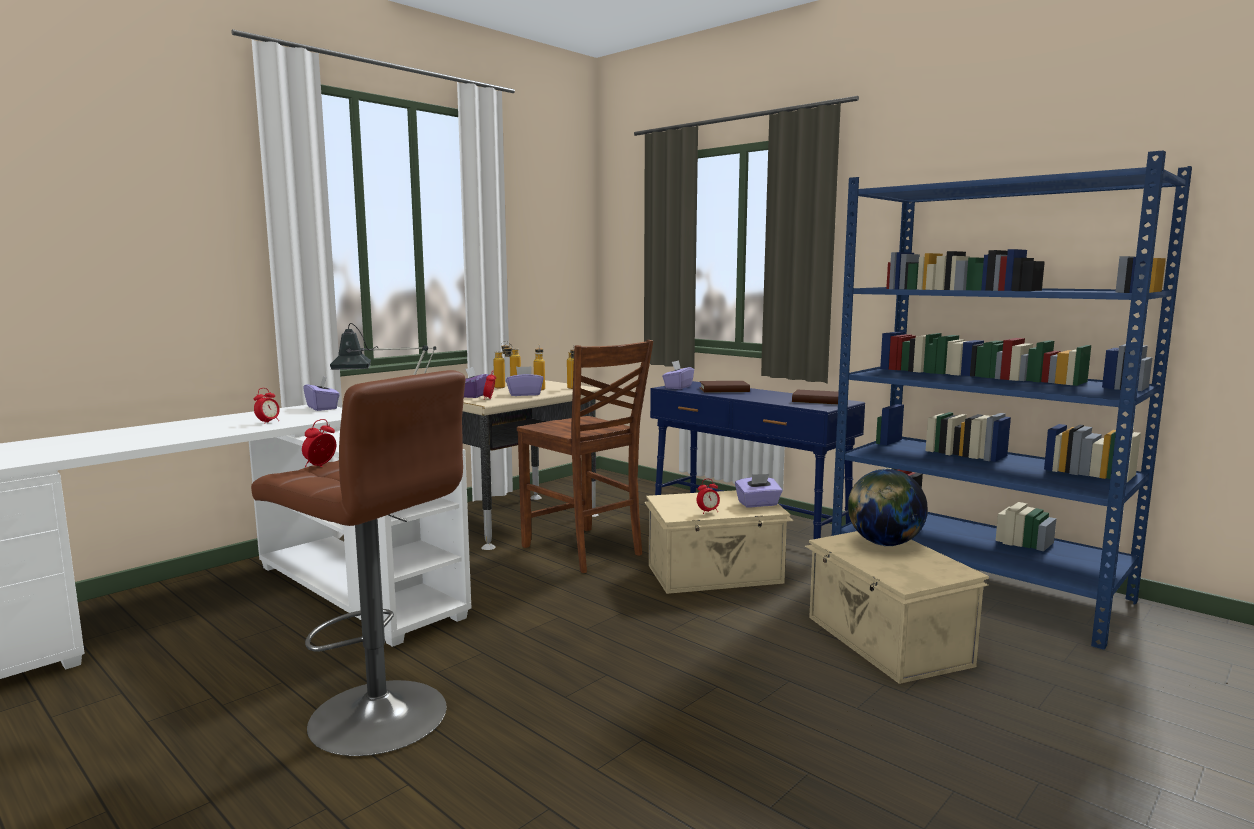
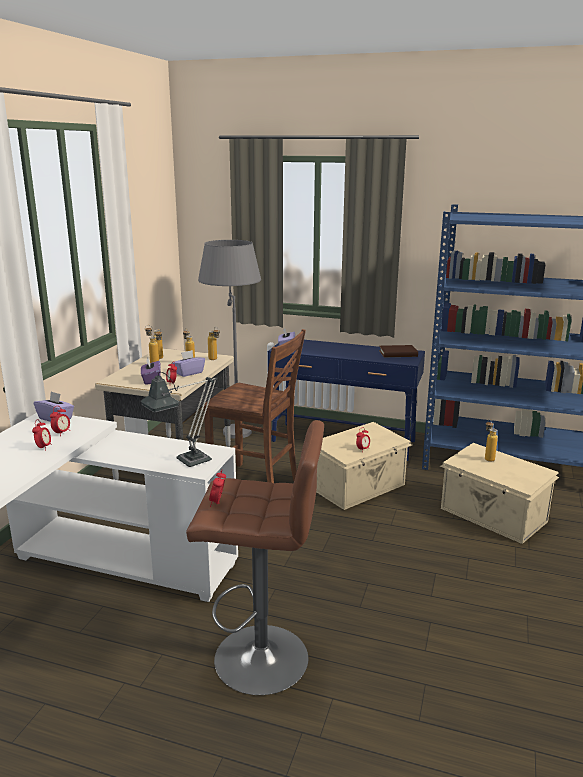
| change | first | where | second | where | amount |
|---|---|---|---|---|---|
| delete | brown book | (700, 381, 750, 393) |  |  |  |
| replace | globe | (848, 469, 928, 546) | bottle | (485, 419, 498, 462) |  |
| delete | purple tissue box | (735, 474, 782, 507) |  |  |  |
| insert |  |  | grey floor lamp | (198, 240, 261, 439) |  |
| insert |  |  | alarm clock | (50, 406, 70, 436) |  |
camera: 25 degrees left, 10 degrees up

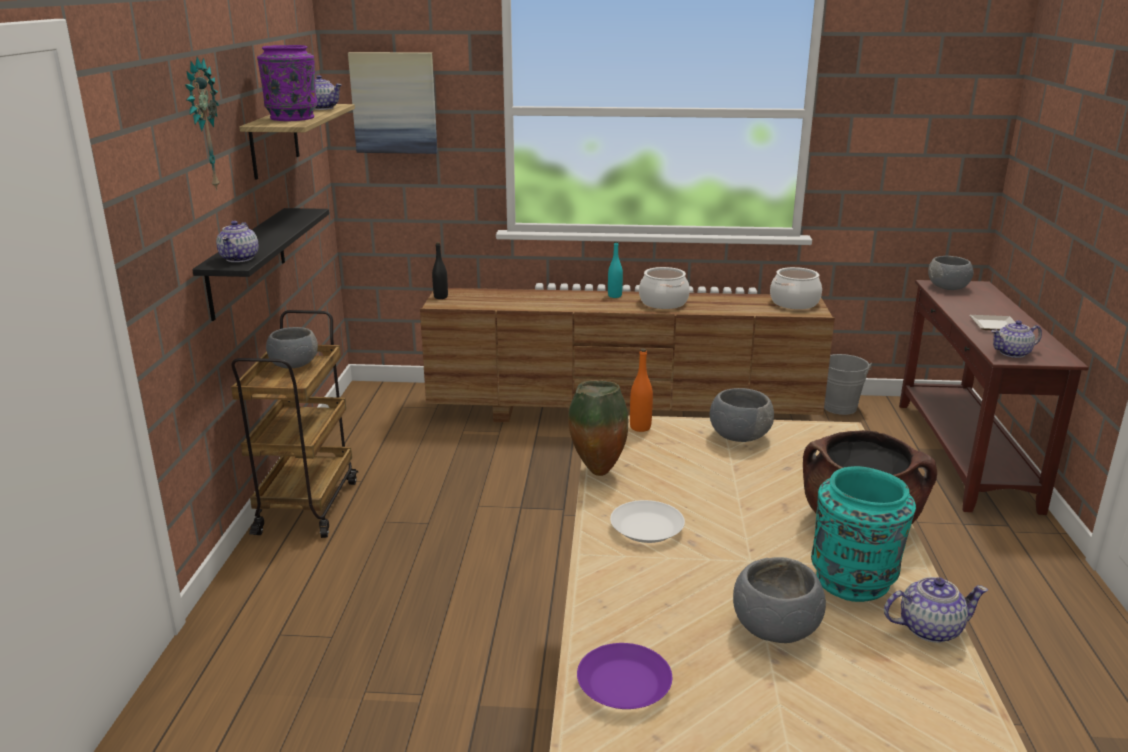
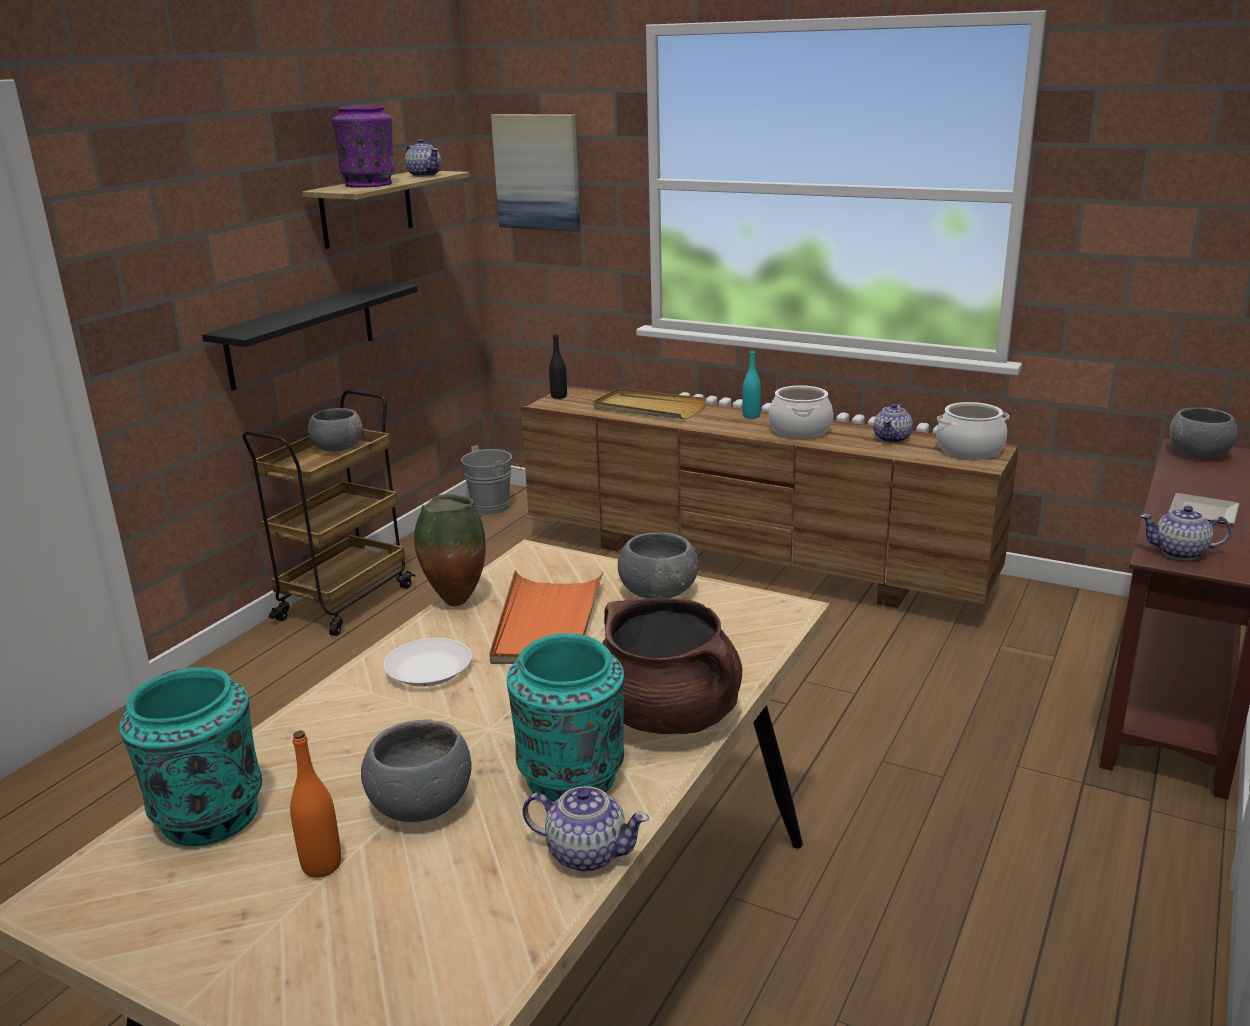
| change | first | where | second | where | amount |
|---|---|---|---|---|---|
| delete | wall clock | (185, 57, 220, 191) |  |  |  |
| move | teapot | (216, 221, 259, 262) |  | (874, 403, 913, 443) |  |
| move | orange bottle | (630, 348, 653, 432) |  | (290, 730, 341, 878) |  |
| move | grey bucket | (824, 354, 872, 415) |  | (461, 445, 522, 516) |  |
| replace | purple plate | (577, 643, 672, 709) | turquoise vase | (119, 667, 262, 846) |  |
| insert |  |  | beige tray | (593, 388, 707, 420) |  |
| insert |  |  | orange tray | (489, 570, 603, 664) |  |
camera: 25 degrees right, 0 degrees up

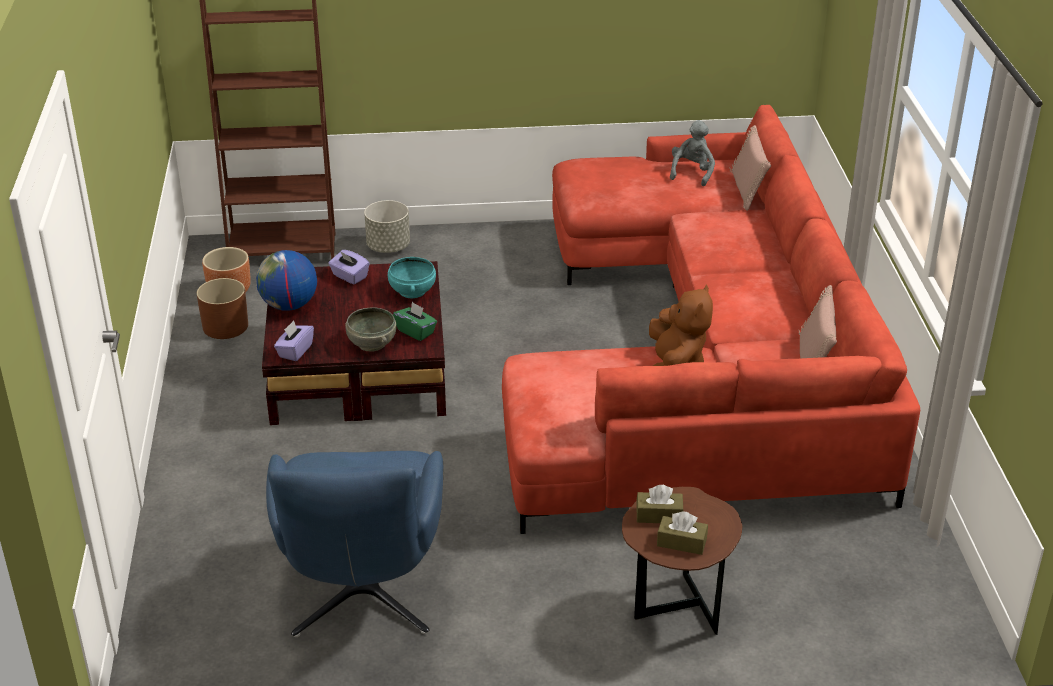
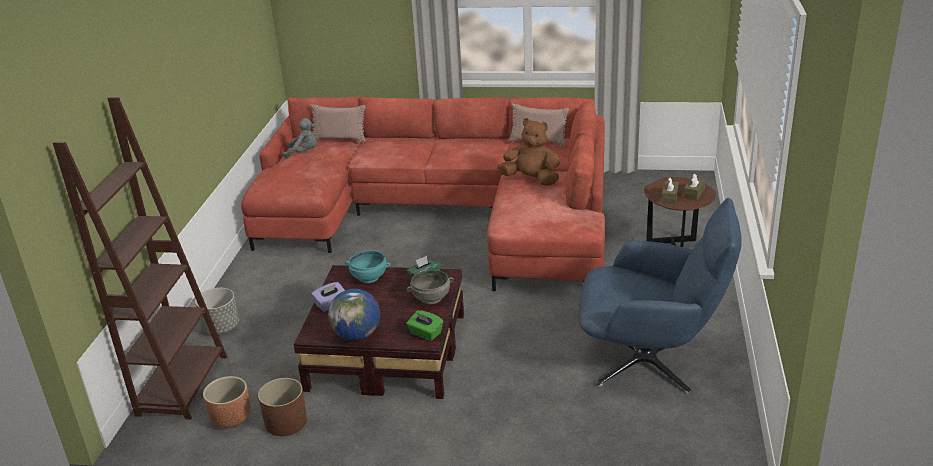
| change | first | where | second | where | amount |
|---|---|---|---|---|---|
| rotate | grey plush toy | (670, 120, 715, 186) |  | (283, 118, 317, 159) | 150 degrees clockwise |
| recolor | purple tissue box | (274, 321, 314, 361) | green tissue box | (407, 310, 443, 341) |  |
camera: 75 degrees left, 5 degrees down

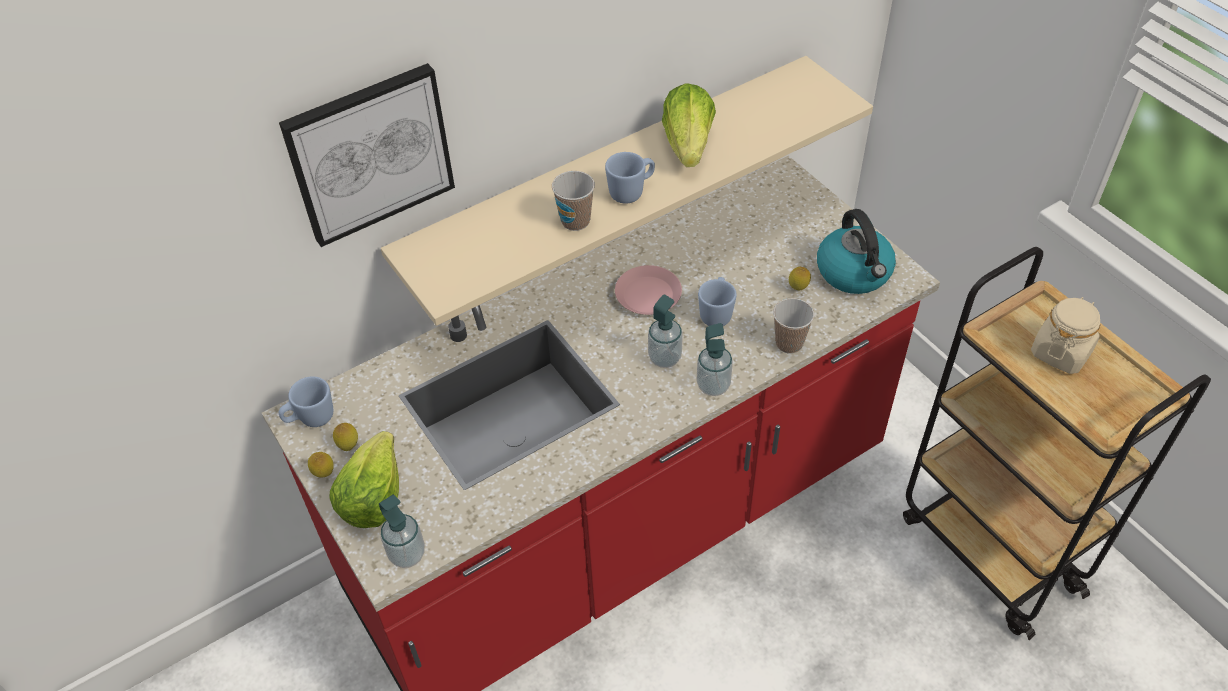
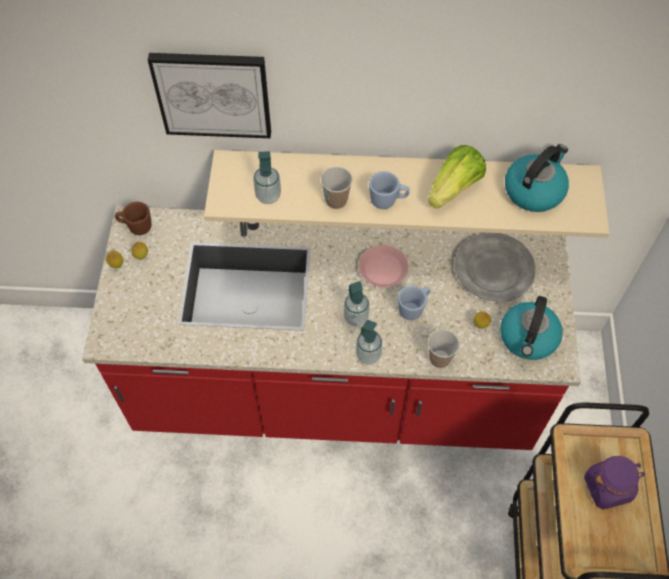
| change | first | where | second | where | amount |
|---|---|---|---|---|---|
| recolor | beige jar | (1031, 297, 1100, 374) | purple jar | (584, 456, 645, 510) |  |
| recolor | blue mug | (279, 376, 333, 427) | brown mug | (115, 202, 151, 235) |  |
| delete | lettuce | (329, 431, 399, 528) |  |  |  |
| move | soap dispenser | (379, 494, 425, 568) |  | (253, 151, 281, 204) |  |
| insert |  |  | kettle | (505, 144, 569, 212) |  |
| insert |  |  | grey plate | (455, 233, 536, 302) |  |
camera: 35 degrees right, 10 degrees up

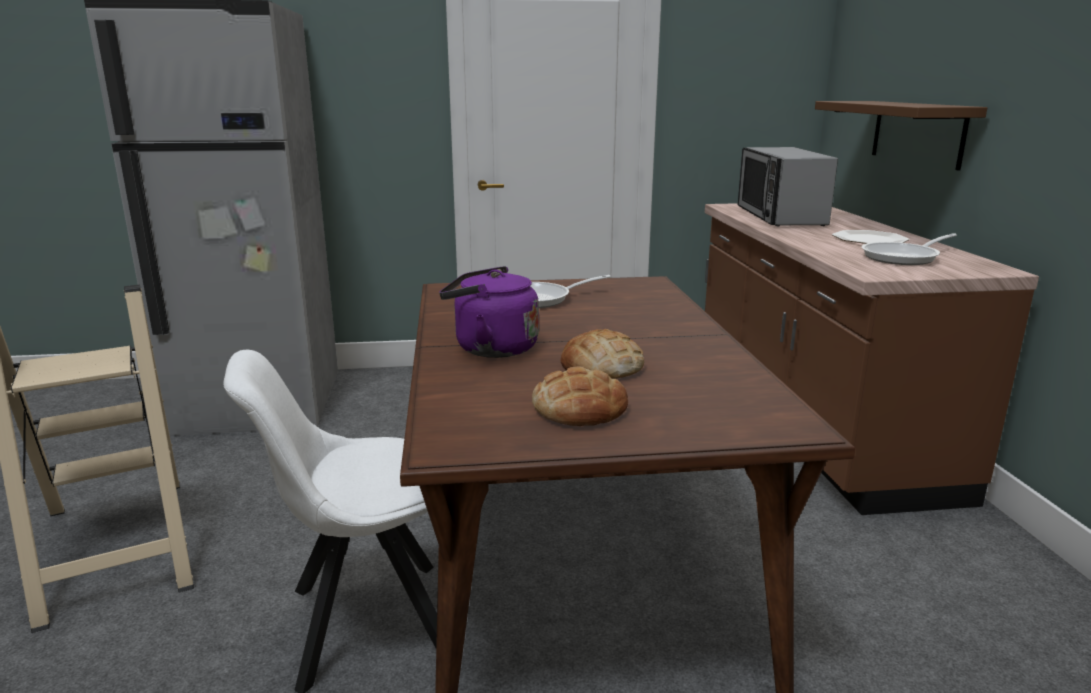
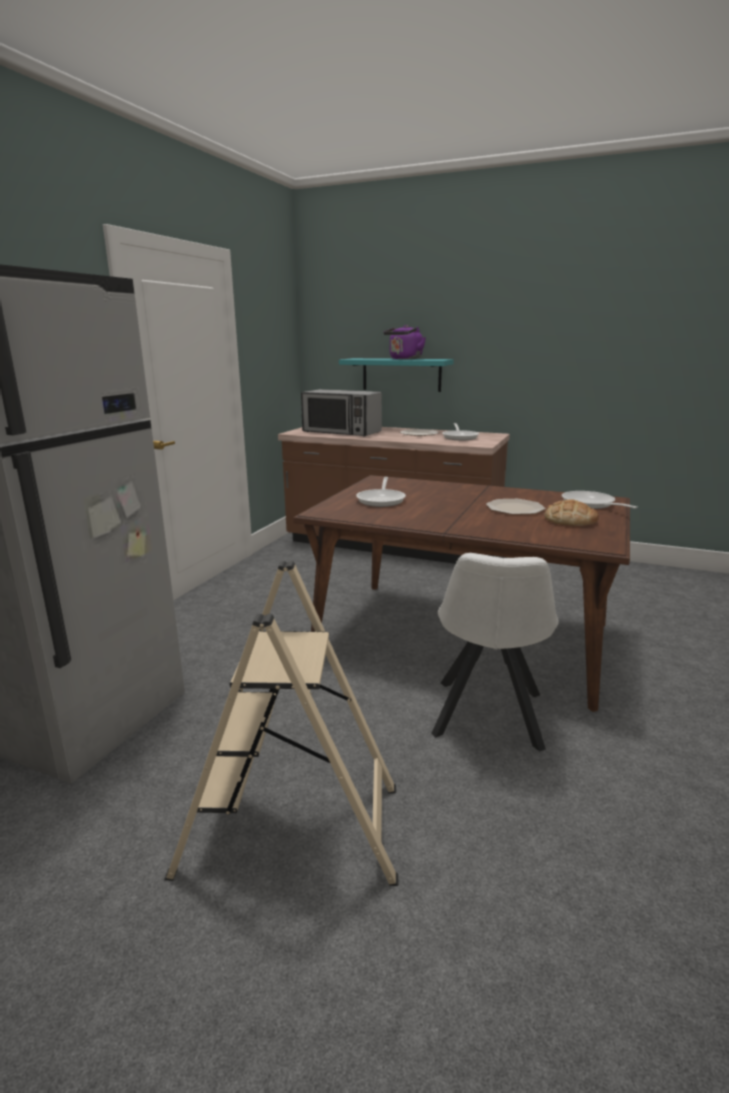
| change | first | where | second | where | amount |
|---|---|---|---|---|---|
| recolor | brown shelf | (815, 101, 987, 171) | turquoise shelf | (339, 358, 454, 392) |  |
| move | purple kettle | (439, 266, 539, 358) |  | (383, 325, 426, 359) |  |
| replace | bread | (561, 329, 644, 379) | plate | (486, 499, 546, 515) |  |
| insert |  |  | frying pan | (562, 491, 638, 509) |  |
camera: 60 degrees left, 0 degrees up

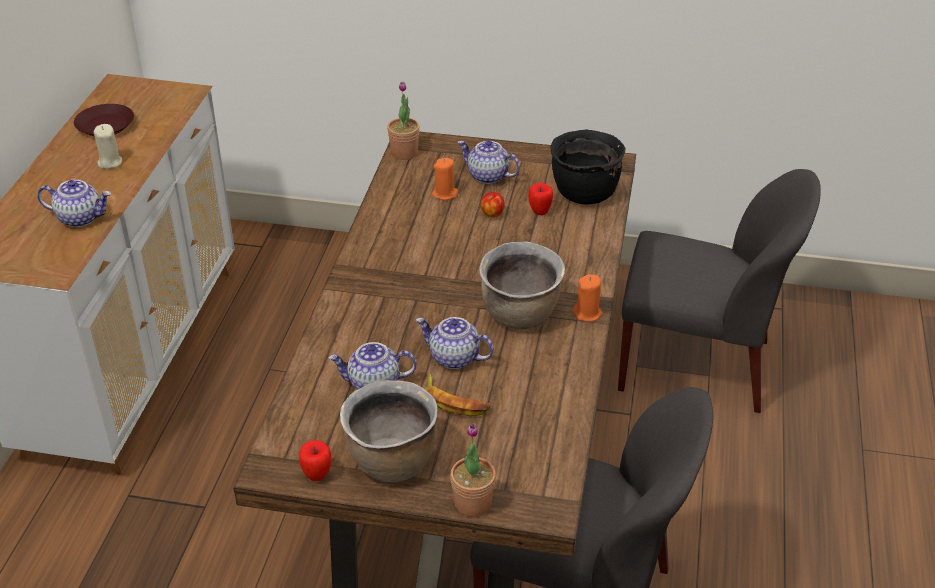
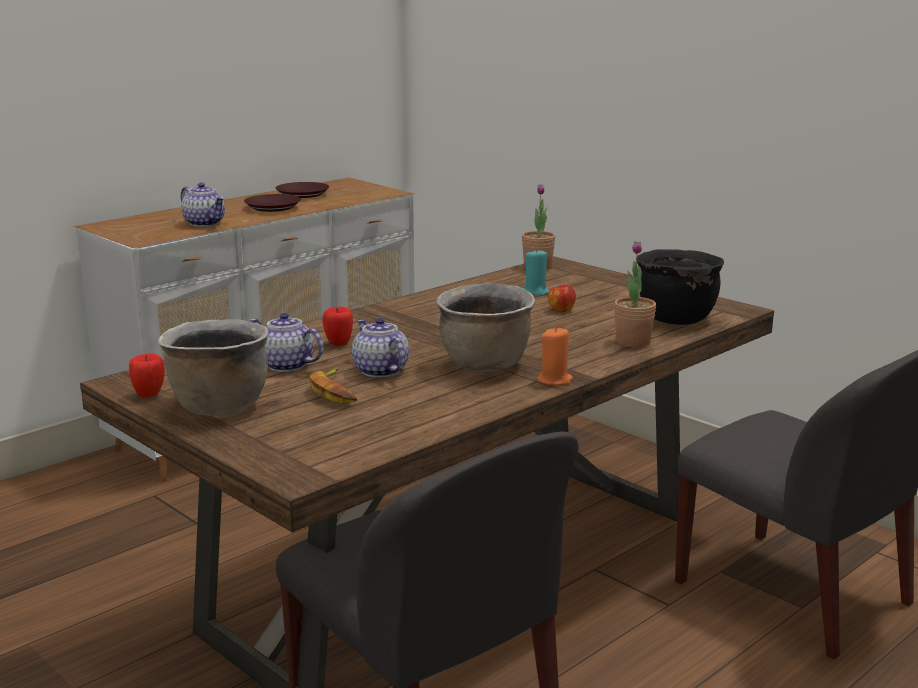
| change | first | where | second | where | amount |
|---|---|---|---|---|---|
| replace | beige candle | (94, 124, 122, 169) | brown plate | (244, 194, 301, 212) |  |
| delete | teapot | (458, 140, 520, 184) |  |  |  |
| recolor | orange candle | (432, 158, 458, 200) | turquoise candle | (523, 249, 550, 296) |  |
| move | apple | (528, 183, 553, 215) |  | (322, 306, 353, 346) |  |
| move | potted plant | (450, 423, 496, 517) |  | (614, 241, 656, 347) |  |
camera: 35 degrees right, 20 degrees down

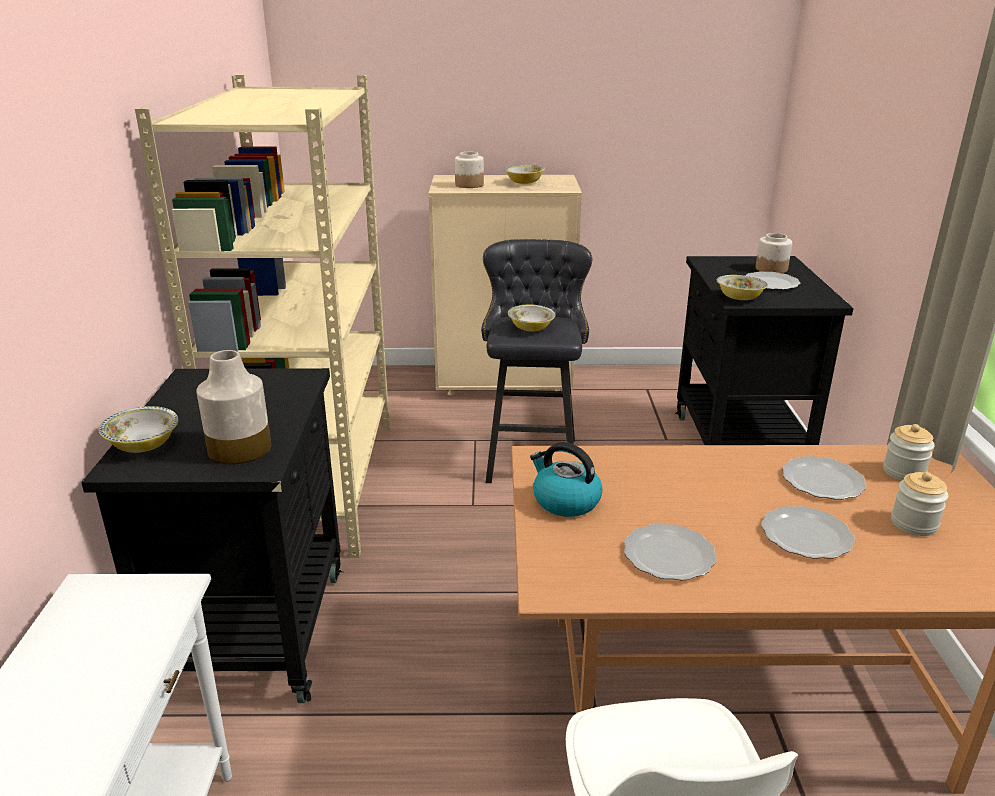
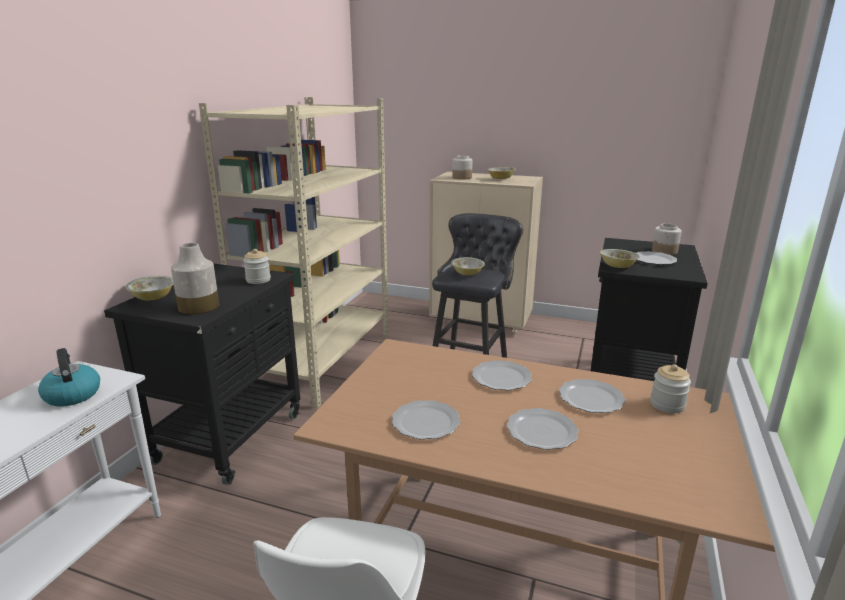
| change | first | where | second | where | amount |
|---|---|---|---|---|---|
| move | kettle | (530, 442, 603, 517) |  | (38, 348, 100, 407) |  |
| move | jar | (891, 472, 948, 536) |  | (243, 249, 271, 284) |  |
| insert |  |  | plate | (472, 360, 532, 390) |  |
camera: 20 degrees right, 5 degrees down

